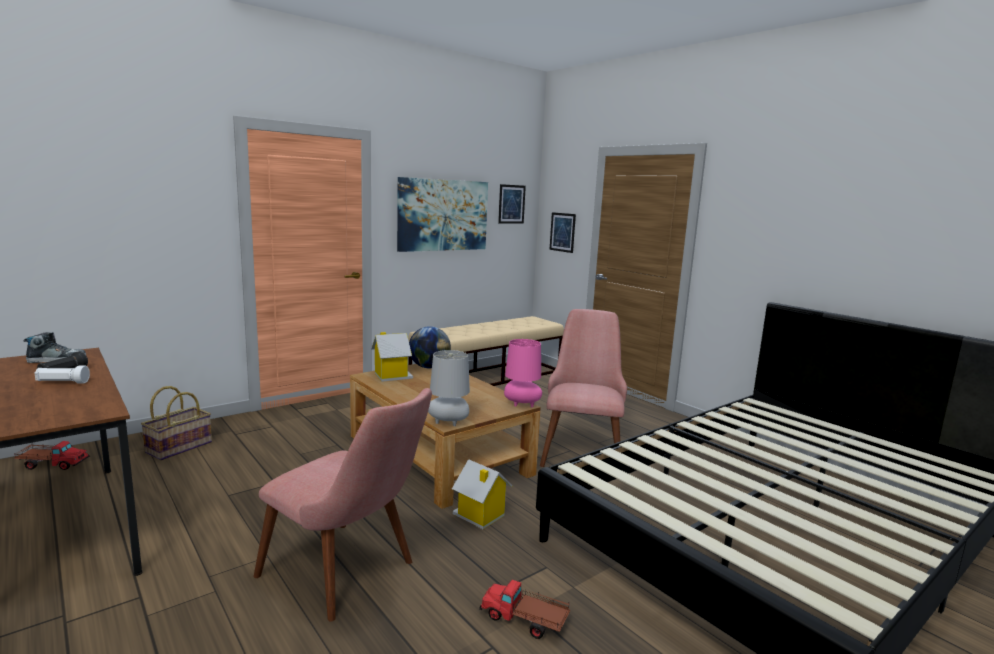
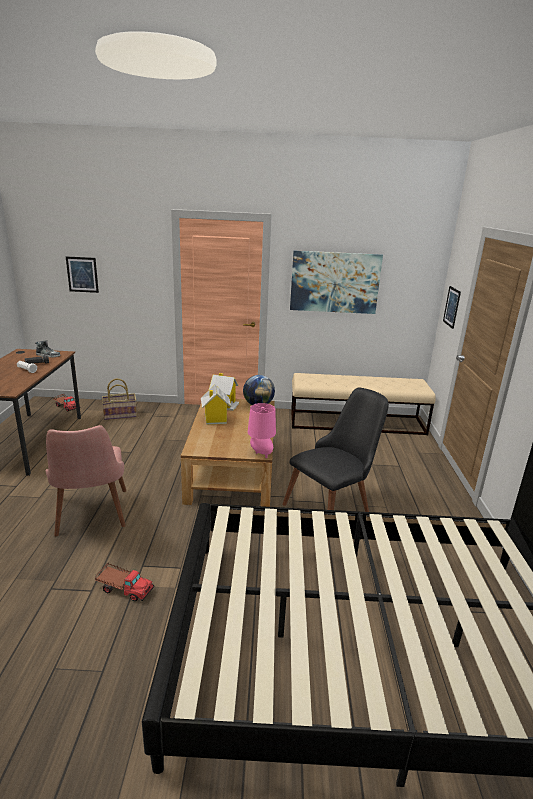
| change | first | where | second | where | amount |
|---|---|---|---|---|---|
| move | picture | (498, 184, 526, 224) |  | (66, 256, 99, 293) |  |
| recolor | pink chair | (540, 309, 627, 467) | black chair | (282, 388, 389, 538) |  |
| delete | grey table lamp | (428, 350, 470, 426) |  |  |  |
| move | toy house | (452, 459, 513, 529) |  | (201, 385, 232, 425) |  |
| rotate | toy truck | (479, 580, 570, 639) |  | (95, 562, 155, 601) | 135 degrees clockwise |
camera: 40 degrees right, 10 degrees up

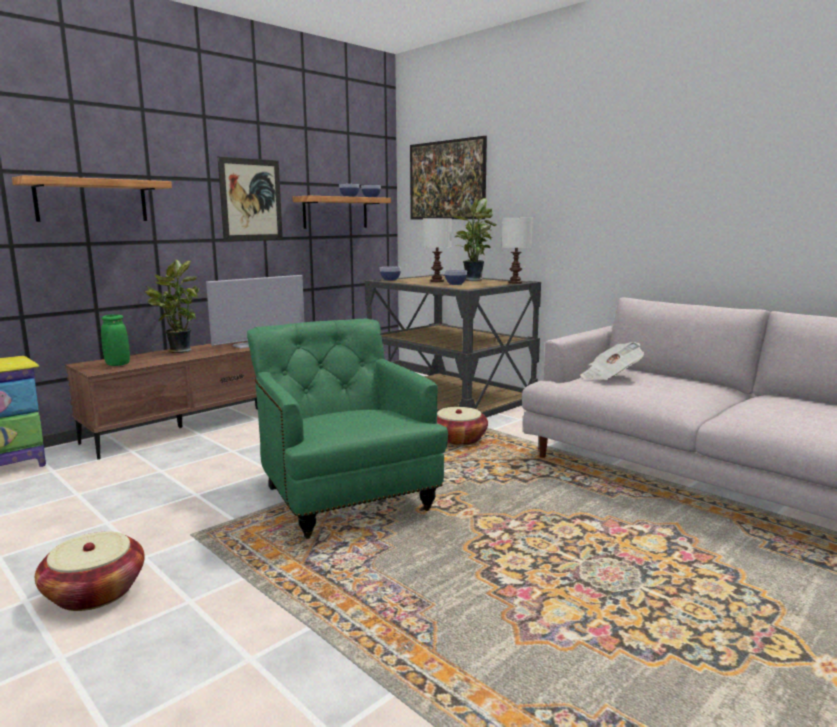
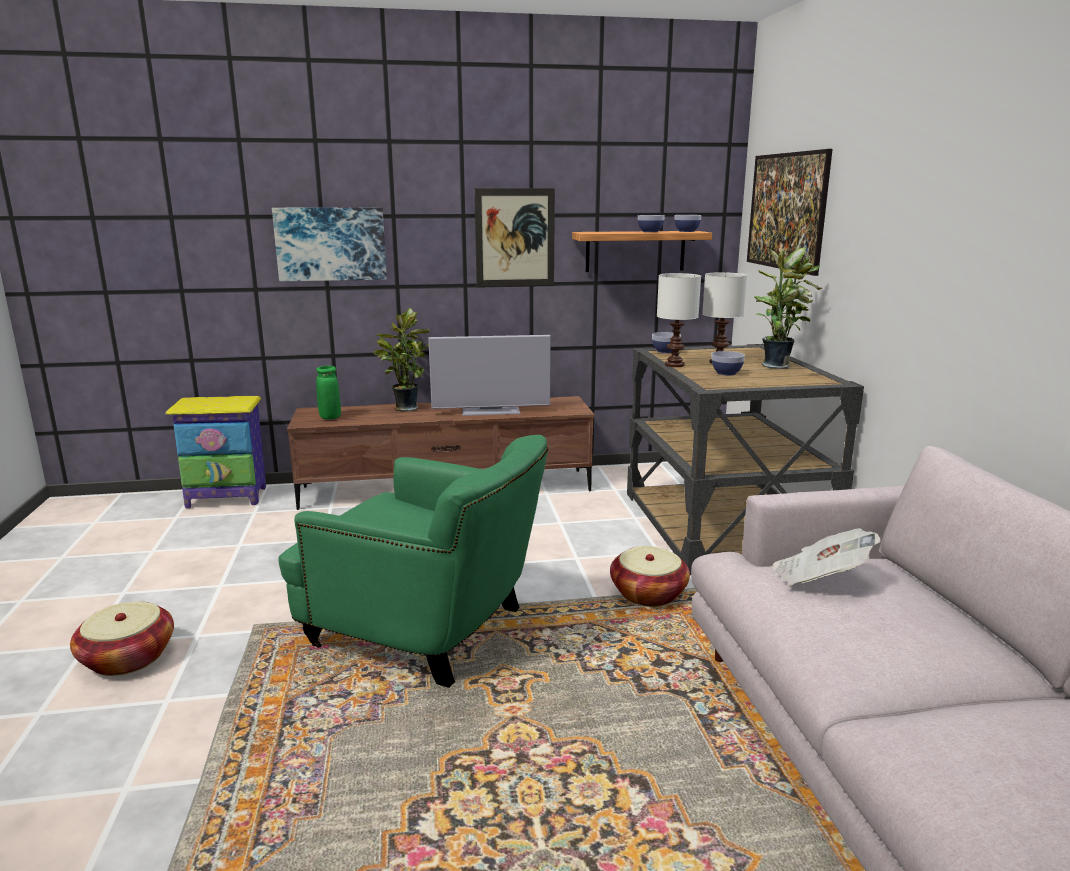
| change | first | where | second | where | amount |
|---|---|---|---|---|---|
| replace | shelf | (12, 175, 172, 222) | picture | (272, 207, 387, 281) |  |
| move | white table lamp | (502, 217, 533, 284) |  | (657, 273, 701, 367) |  |
| rotate | green armchair | (247, 318, 448, 539) |  | (278, 435, 549, 688) | 105 degrees clockwise |
camera: 35 degrees right, 5 degrees up

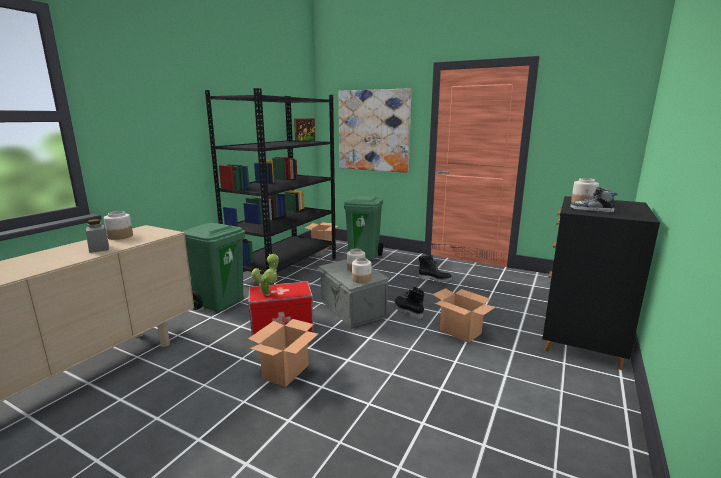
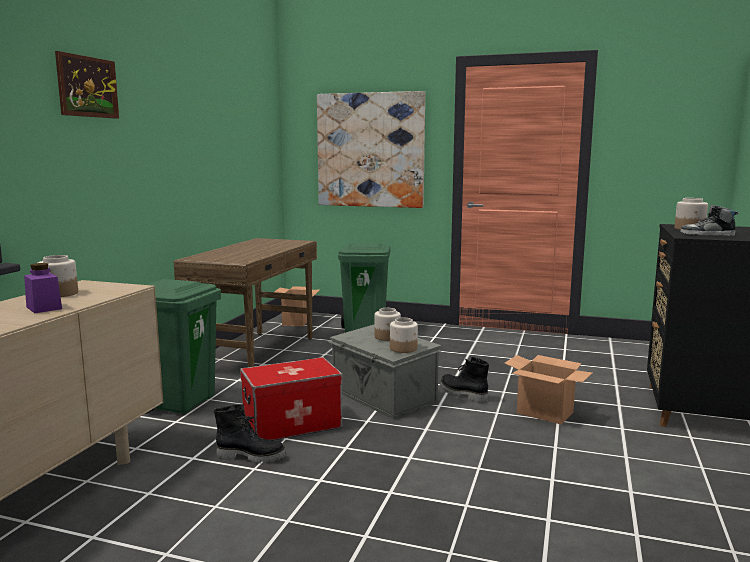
| change | first | where | second | where | amount |
|---|---|---|---|---|---|
| replace | black bookcase | (205, 88, 336, 285) | brown console table | (174, 238, 317, 367) |  |
| move | picture | (294, 118, 315, 141) |  | (55, 51, 119, 119) |  |
| recolor | grey jar | (86, 219, 109, 253) | purple jar | (24, 263, 62, 313) |  |
| delete | potted plant | (252, 254, 279, 296) |  |  |  |
| move | black boot | (419, 255, 453, 283) |  | (214, 404, 286, 463) |  |
| delete | cardboard box | (248, 319, 318, 387) |  |  |  |
camera: 10 degrees left, 5 degrees down

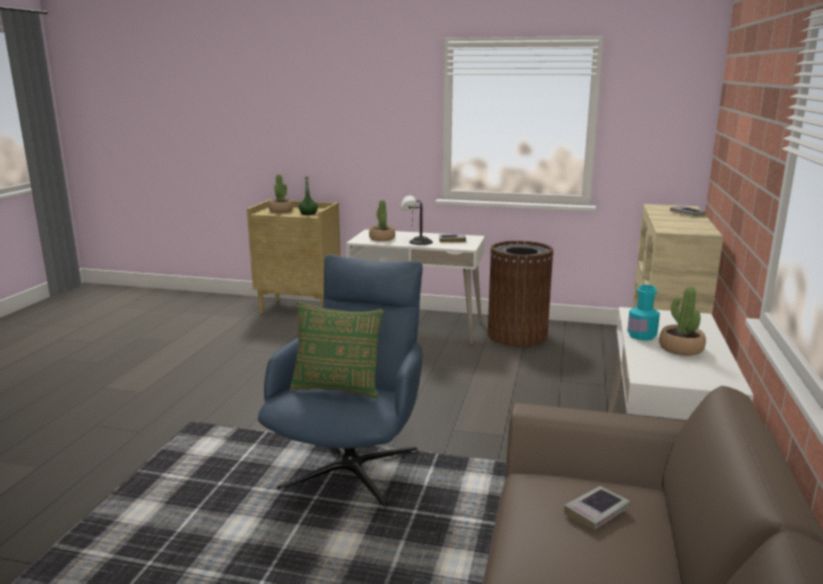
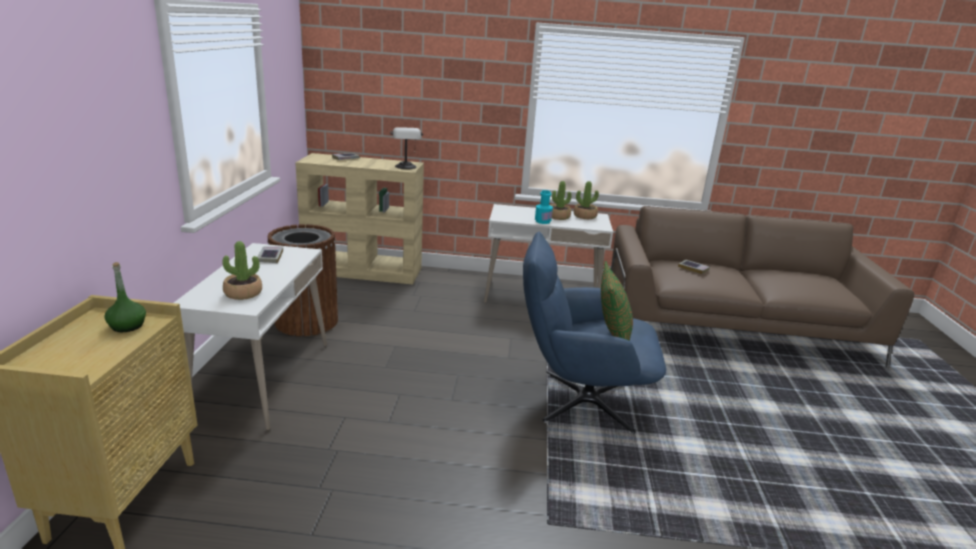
| change | first | where | second | where | amount |
|---|---|---|---|---|---|
| move | potted plant | (268, 174, 293, 213) |  | (574, 181, 599, 219) |  |
| move | table lamp | (400, 196, 433, 245) |  | (390, 127, 423, 169) |  |
camera: 100 degrees left, 5 degrees up

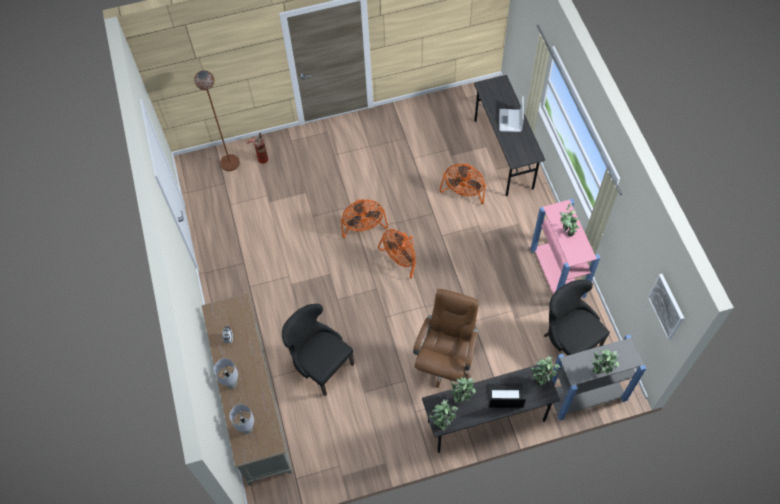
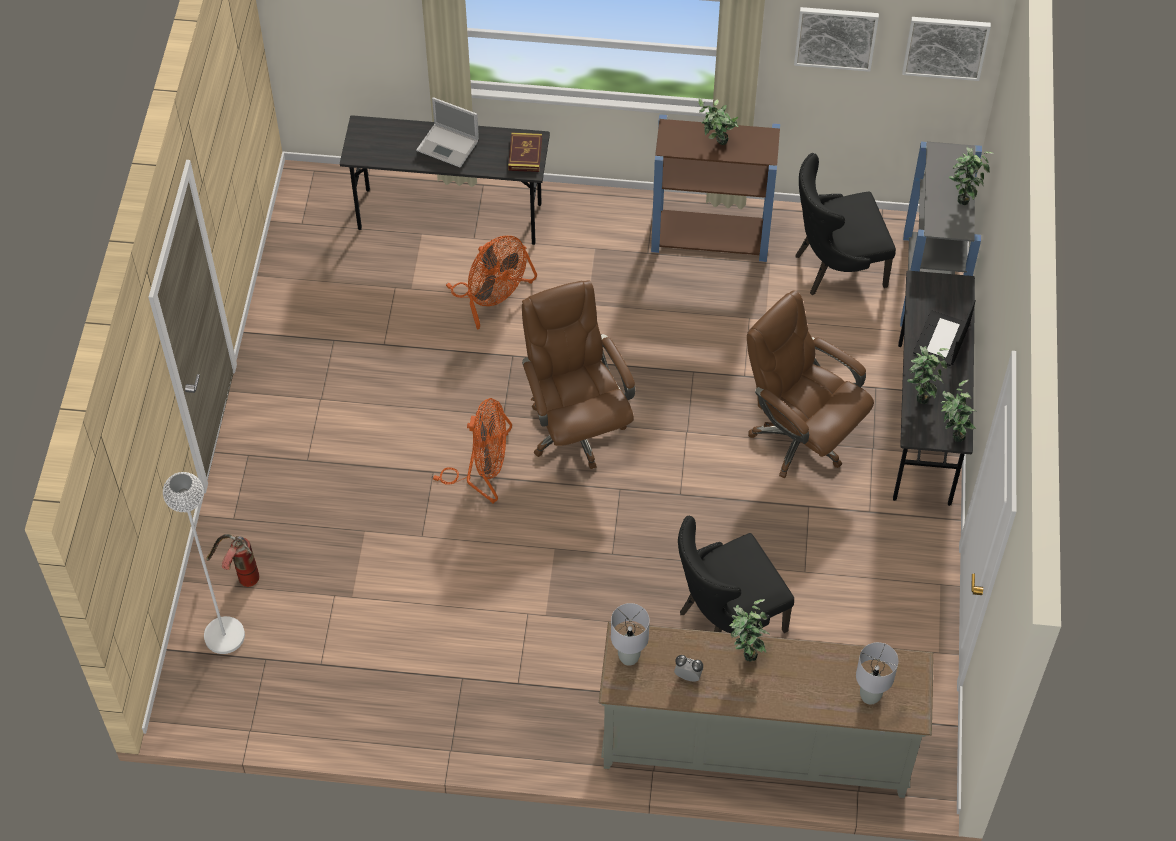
| change | first | where | second | where | amount |
|---|---|---|---|---|---|
| recolor | brown floor lamp | (194, 70, 240, 171) | white floor lamp | (163, 472, 245, 654) |  |
| recolor | pink bookcase | (530, 199, 600, 298) | brown bookcase | (651, 114, 780, 262) |  |
| replace | orange fan | (378, 229, 416, 279) | brown office chair | (522, 280, 635, 469) |  |
| move | potted plant | (531, 355, 560, 386) |  | (729, 599, 770, 662) |  |
| move | grey table lamp | (214, 358, 238, 389) |  | (611, 603, 650, 666) |  |
| insert |  |  | picture | (794, 7, 879, 72) |  |
| insert |  |  | book | (508, 133, 542, 172) |  |
camera: 70 degrees left, 5 degrees down

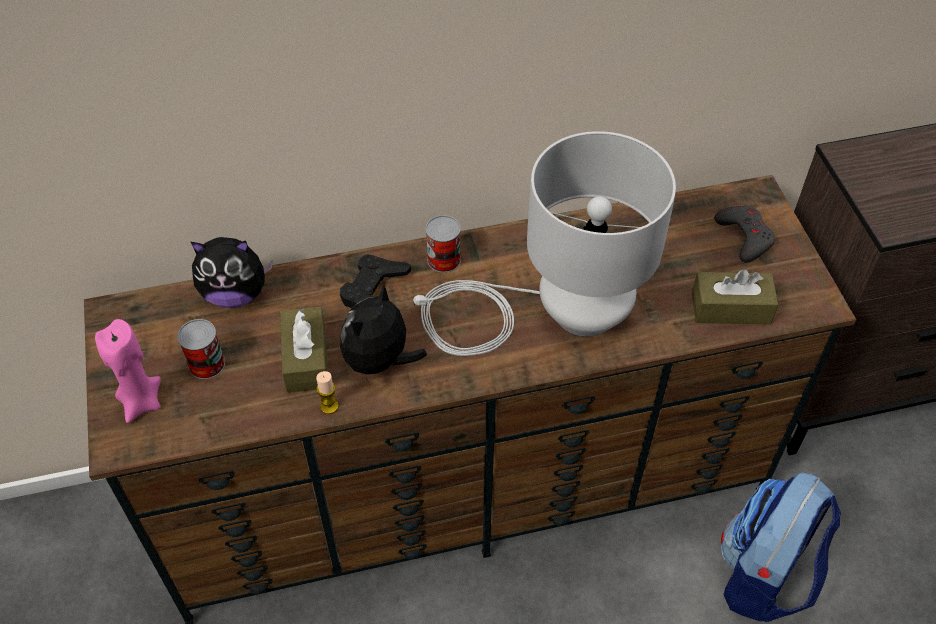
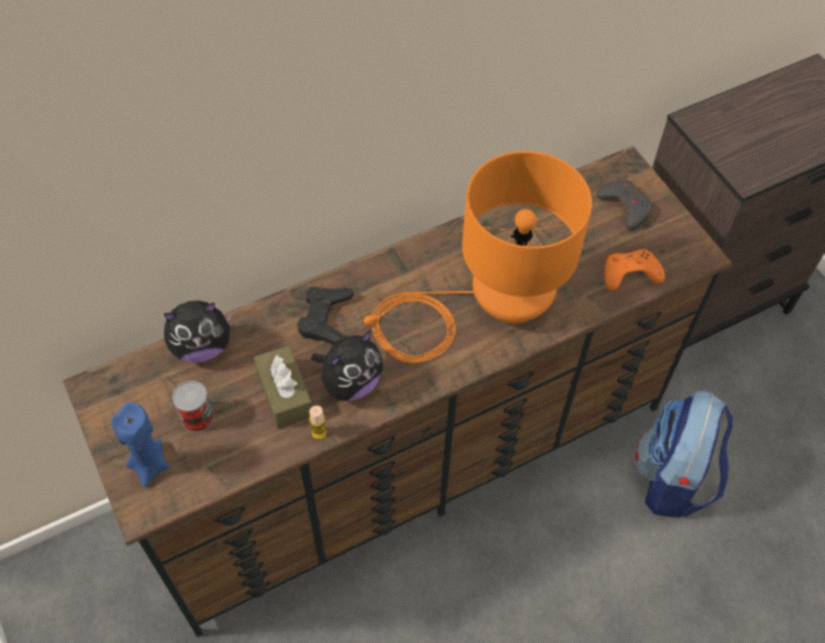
| change | first | where | second | where | amount |
|---|---|---|---|---|---|
| recolor | grey table lamp | (413, 131, 676, 356) | orange table lamp | (363, 151, 592, 363) |  |
| delete | can | (426, 215, 461, 273) |  |  |  |
| replace | brown tissue box | (692, 269, 779, 325) | orange game controller | (605, 249, 665, 291) |  |
| rotate | plush toy | (340, 283, 427, 386) |  | (311, 330, 383, 401) | 150 degrees counterclockwise |
| recolor | pink candle | (95, 319, 161, 423) | blue candle | (111, 402, 170, 487) |  |
camera: 15 degrees left, 5 degrees up

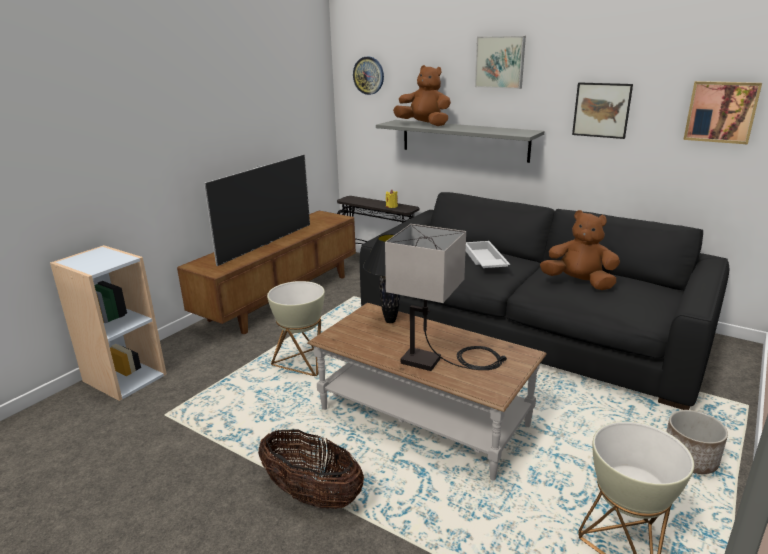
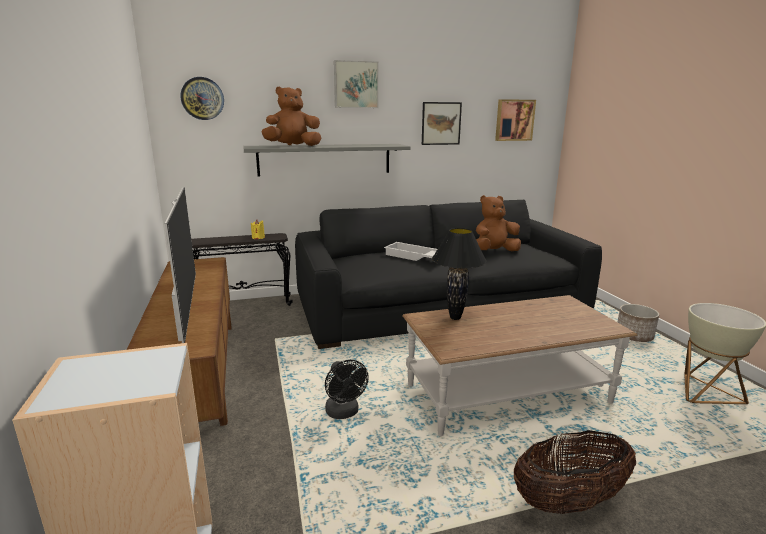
| change | first | where | second | where | amount |
|---|---|---|---|---|---|
| delete | table lamp | (385, 224, 507, 371) |  |  |  |
| replace | planter | (267, 281, 325, 376) | black fan | (325, 360, 369, 419) |  |
camera: 50 degrees left, 5 degrees down

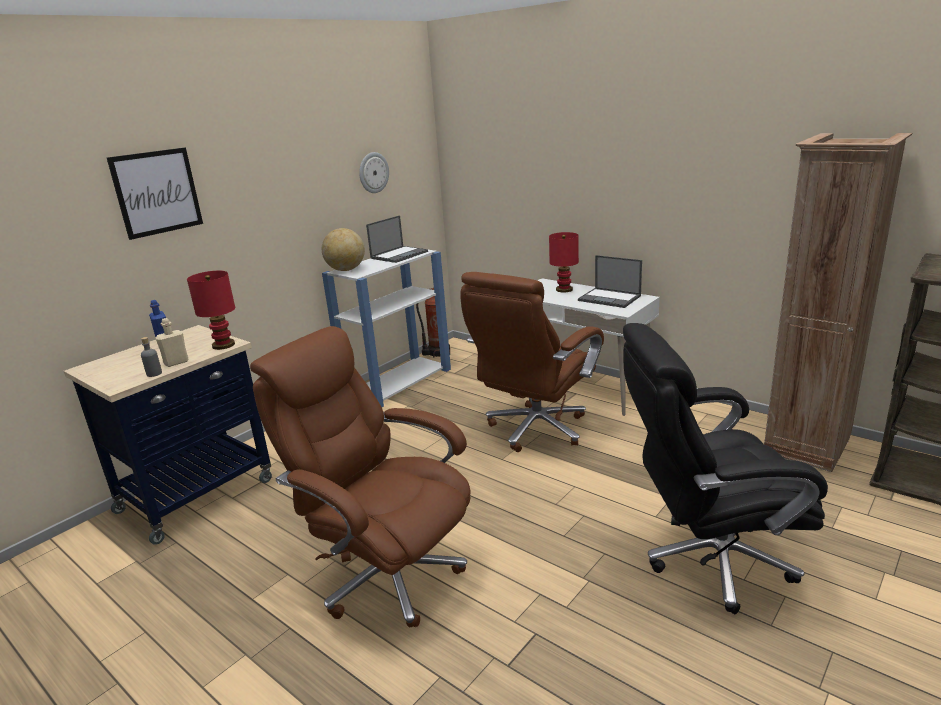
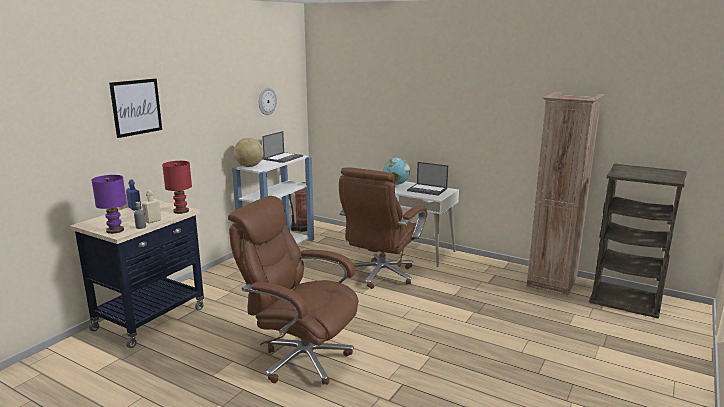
| change | first | where | second | where | amount |
|---|---|---|---|---|---|
| replace | red table lamp | (549, 232, 579, 293) | globe | (383, 157, 410, 185) |  |
| delete | black office chair | (623, 323, 828, 614) |  |  |  |
| insert |  |  | purple table lamp | (92, 175, 127, 234) |  |
camera: 10 degrees left, 5 degrees down

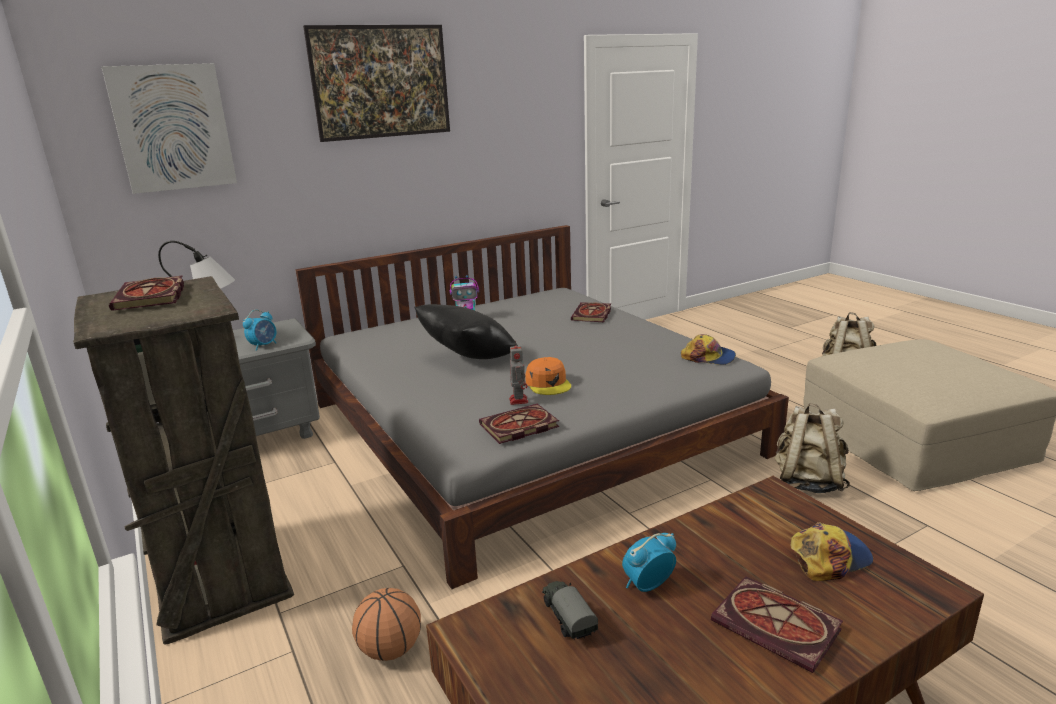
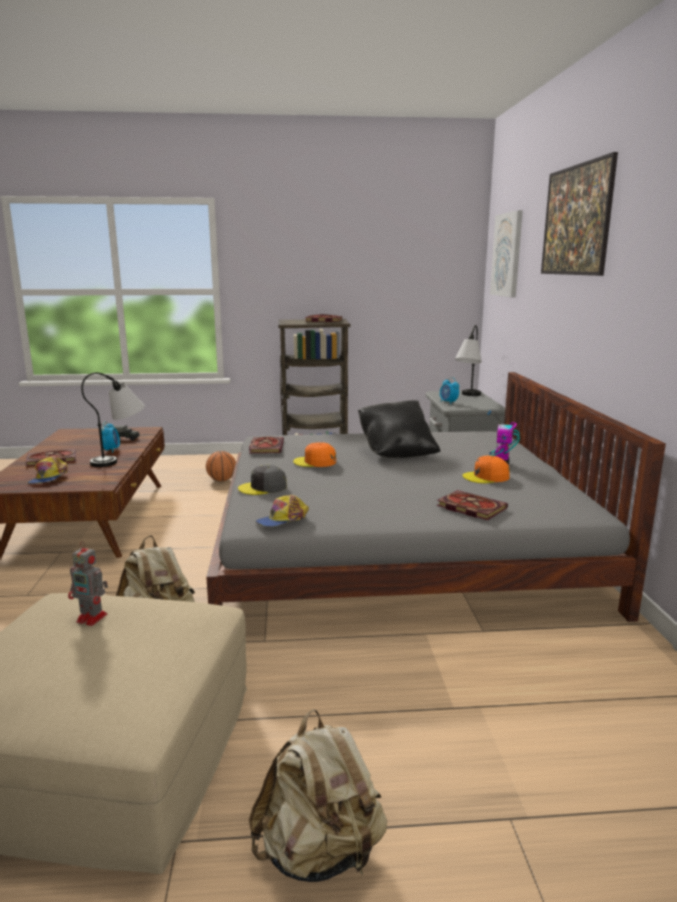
| change | first | where | second | where | amount |
|---|---|---|---|---|---|
| move | toy robot | (509, 340, 528, 405) |  | (68, 541, 108, 626) |  |
| insert |  |  | table lamp | (81, 372, 145, 467) |  |
| insert |  |  | orange cap | (462, 456, 510, 483) |  |
| insert |  |  | grey cap | (238, 465, 287, 495) |  |
camera: 115 degrees right, 5 degrees down

